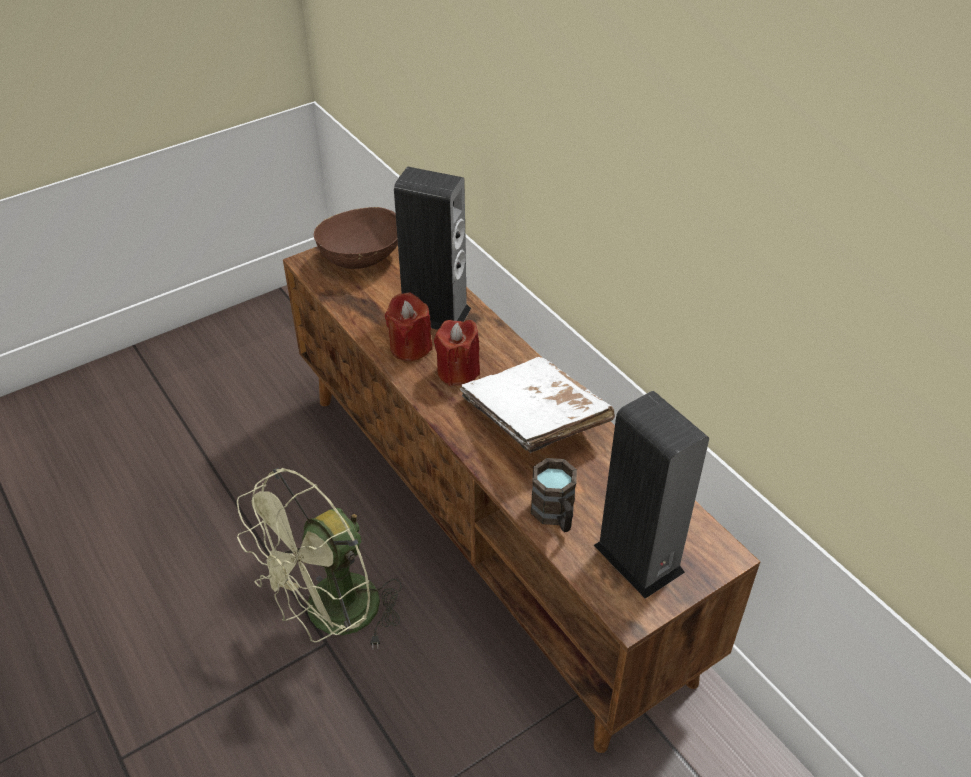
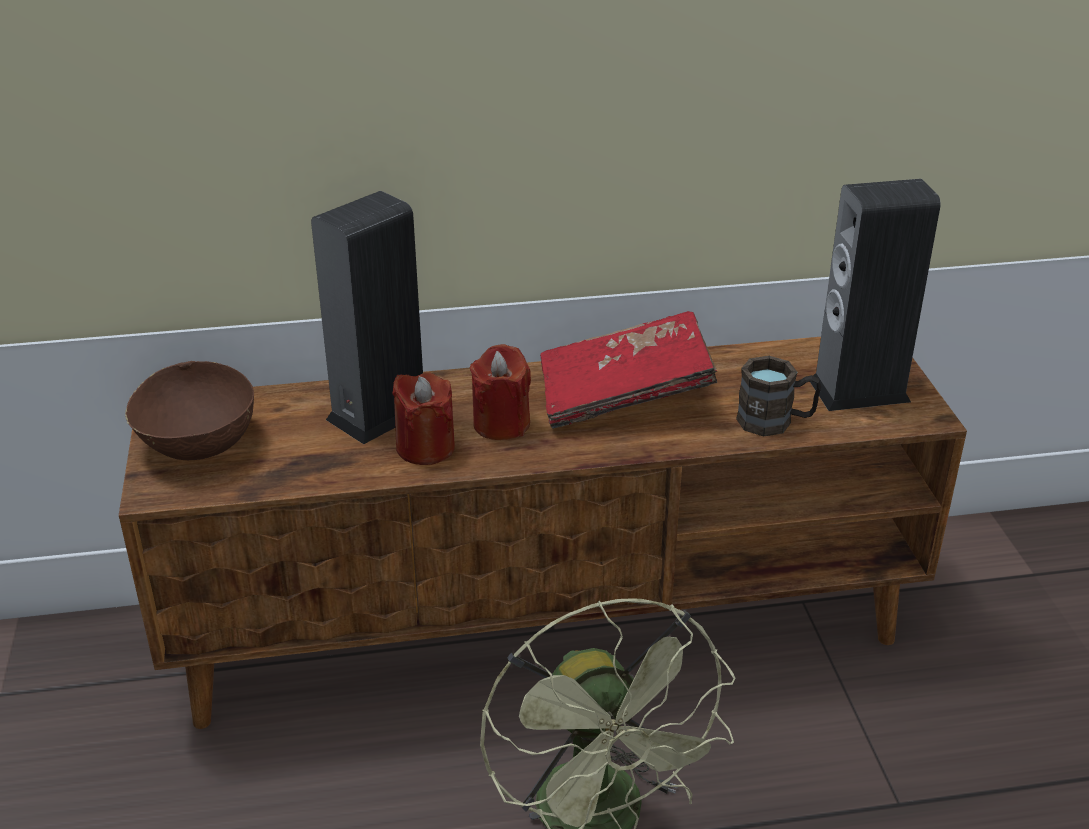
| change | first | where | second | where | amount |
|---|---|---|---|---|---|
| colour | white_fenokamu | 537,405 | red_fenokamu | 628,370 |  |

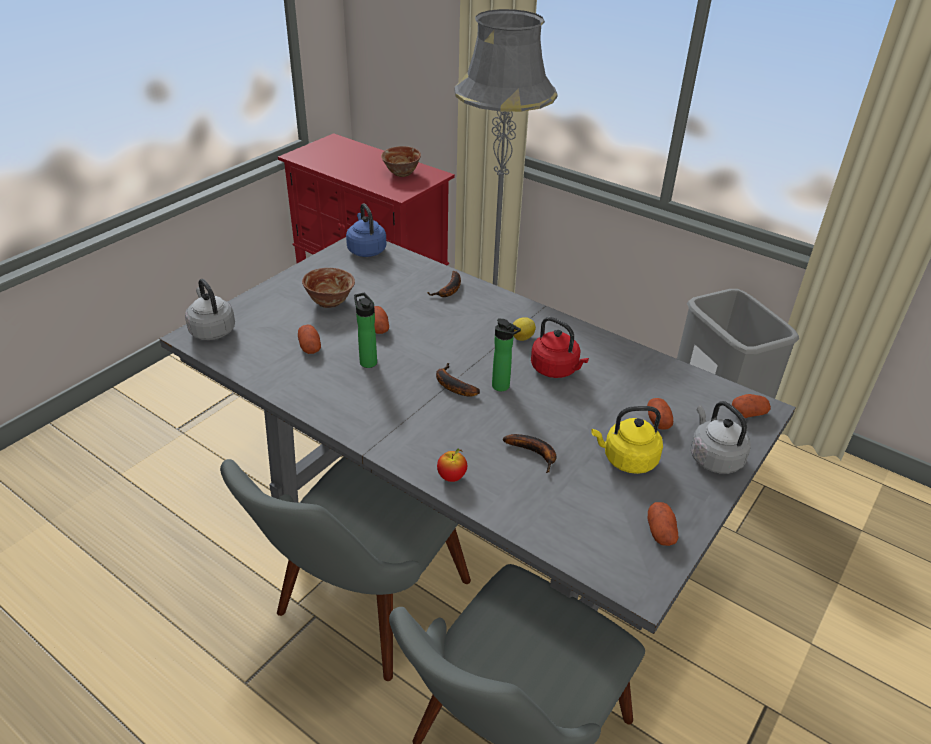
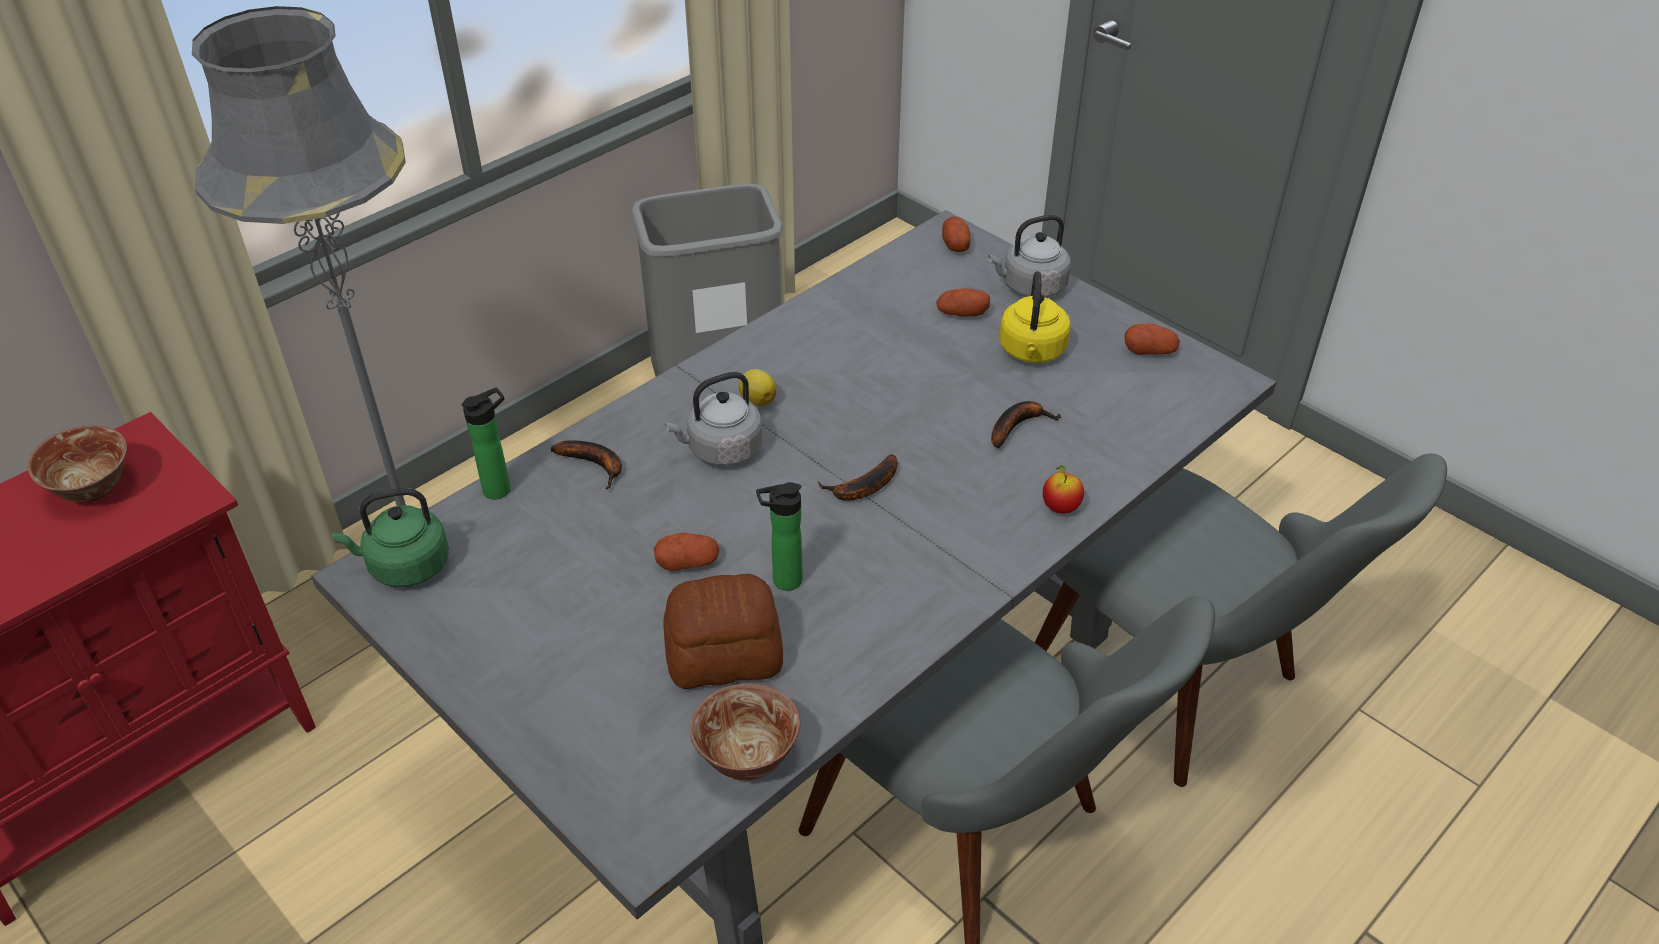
| change | first | where | second | where | amount |
|---|---|---|---|---|---|
| missing | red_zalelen | 560,347 |  |  |  |
| relocated | grey_zalelen | 210,309 |  | 714,419 |  |
| relocated | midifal | 328,288 |  | 745,731 |  |
| relocated | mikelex | 506,354 |  | 486,443 |  |
| exchanged | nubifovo | 309,339 | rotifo | 723,631 |  |
| colour | blue_zalelen | 366,230 | green_zalelen | 390,537 |  |

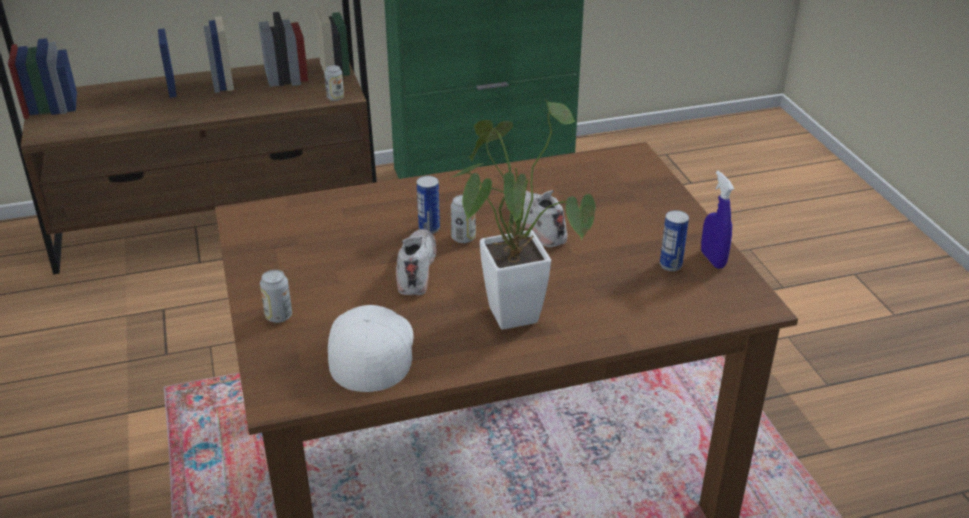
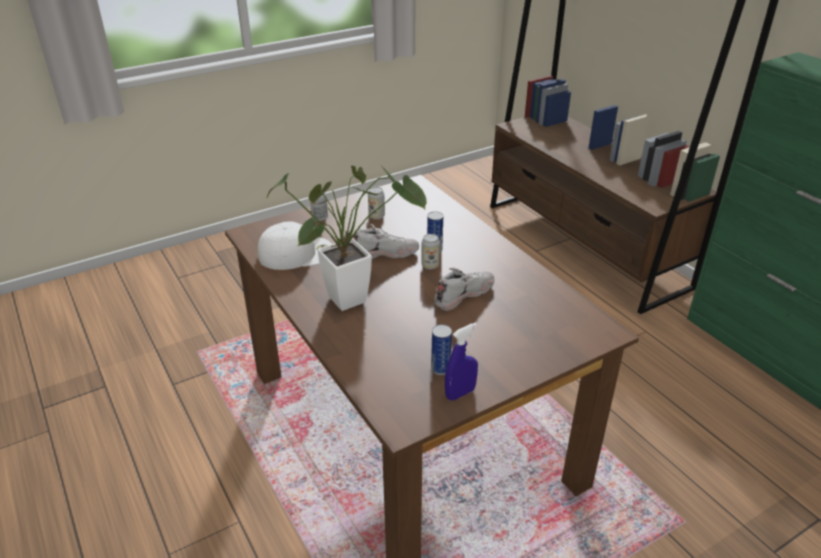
| change | first | where | second | where | amount |
|---|---|---|---|---|---|
| relocated | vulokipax | 334,83 |  | 376,203 |  |

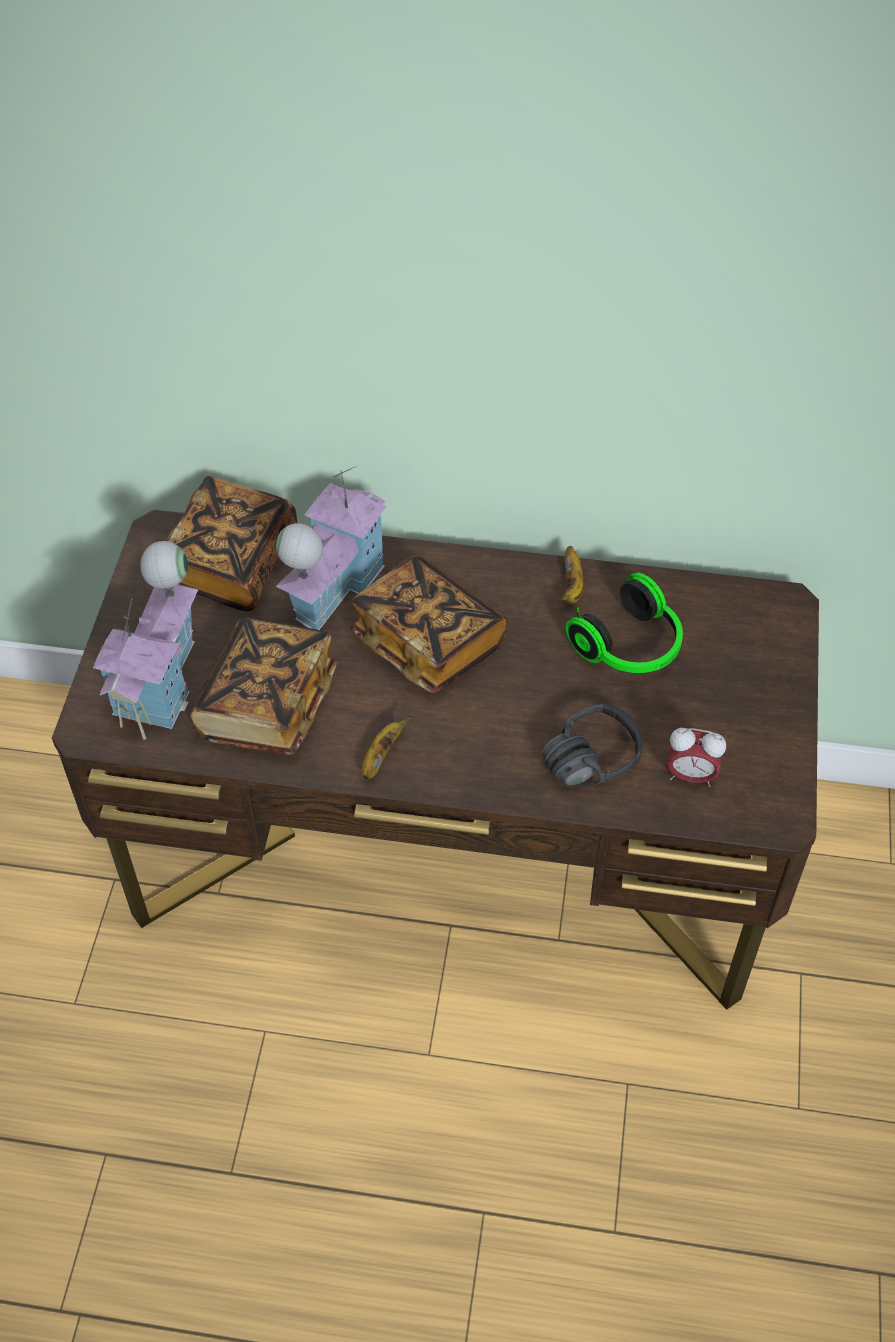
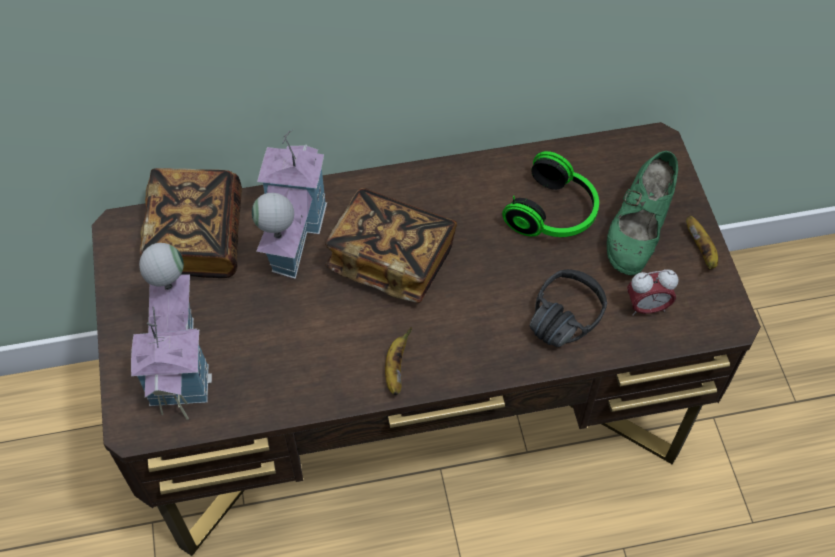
| change | first | where | second | where | amount |
|---|---|---|---|---|---|
| missing | fenokamu | 263,686 |  |  |  |
| appeared |  |  | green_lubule | 642,213 |  |
| relocated | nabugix | 570,575 |  | 702,243 |  |

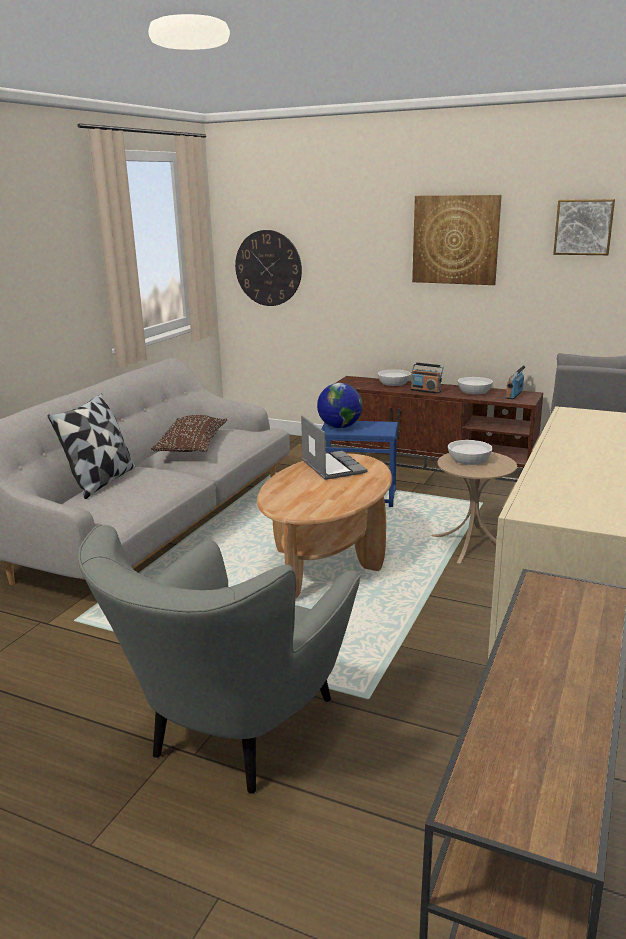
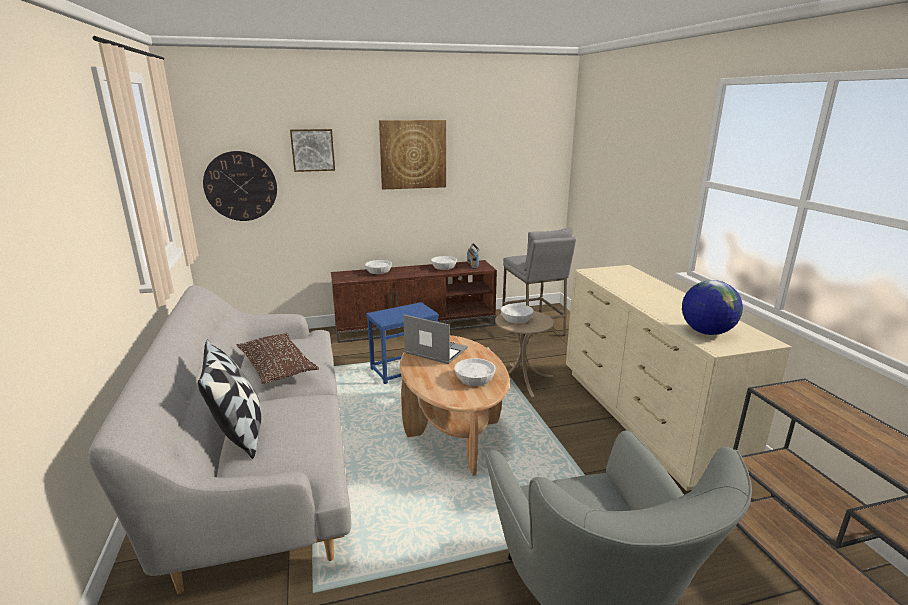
| change | first | where | second | where | amount |
|---|---|---|---|---|---|
| missing | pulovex | 427,378 |  |  |  |
| appeared |  |  | white_midifal | 475,372 |  |
| relocated | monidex | 340,405 |  | 712,307 |  |
| relocated | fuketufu | 584,227 |  | 312,150 |  |

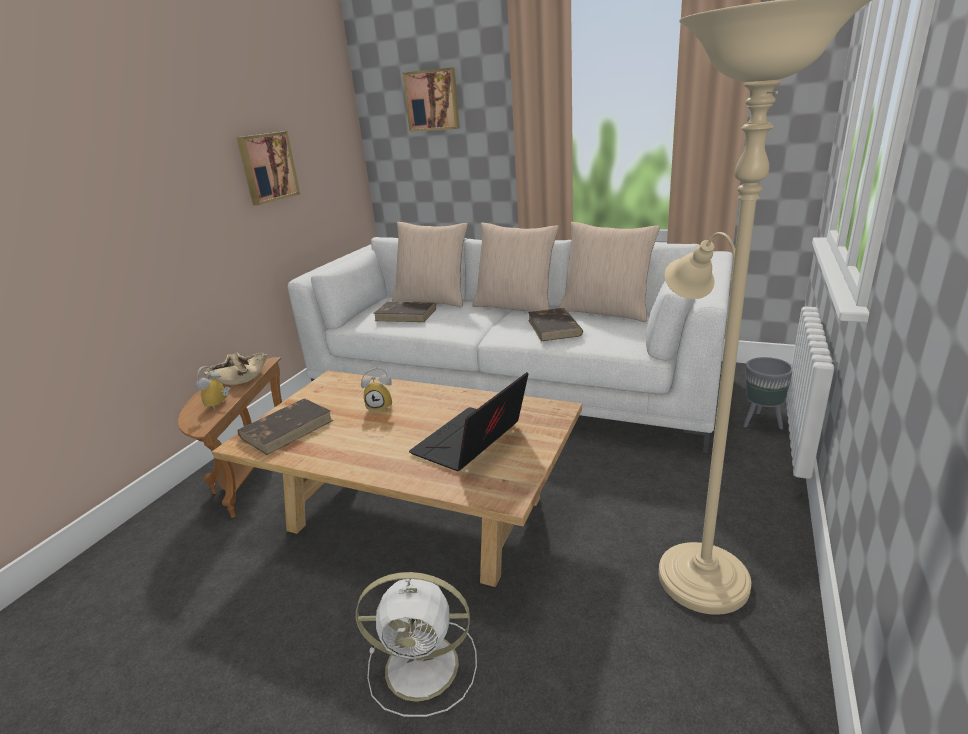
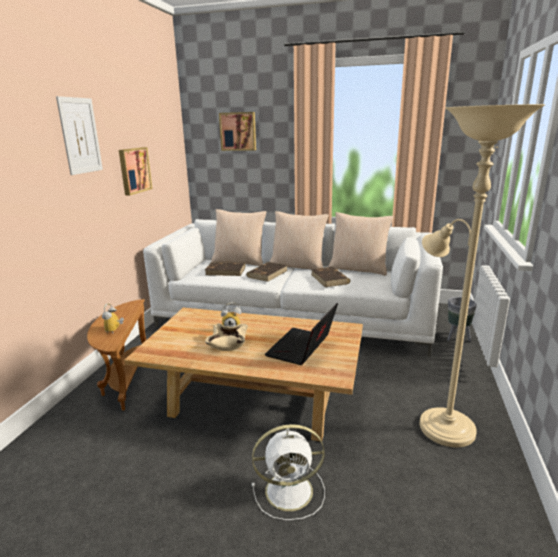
| change | first | where | second | where | amount |
|---|---|---|---|---|---|
| appeared |  |  | fuketufu | 79,135 |  |
| relocated | beige_midifal | 235,368 |  | 226,337 |  |
| relocated | brown_fenokamu | 285,426 |  | 267,272 |  |

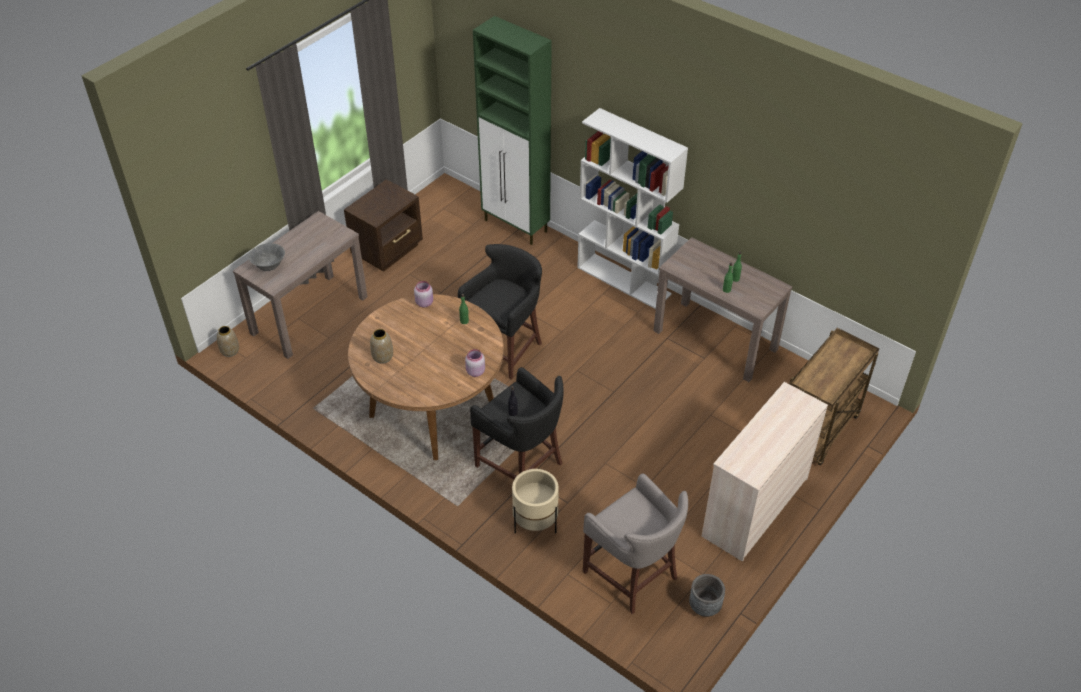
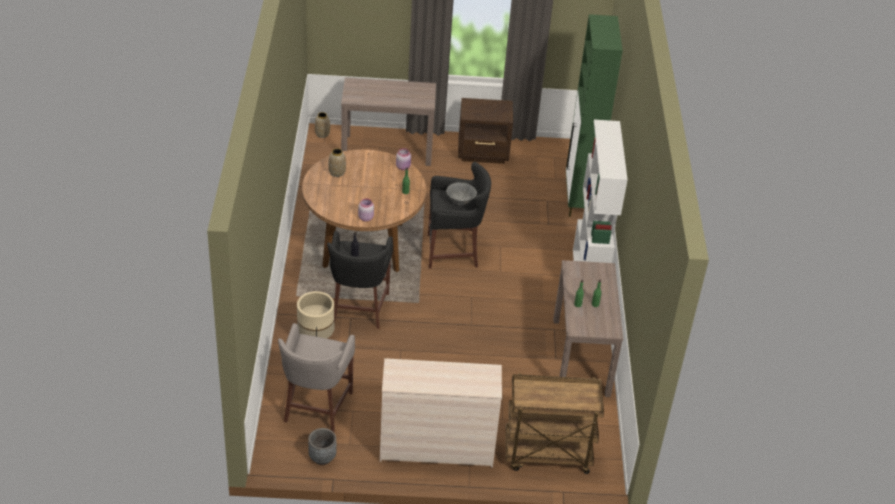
| change | first | where | second | where | amount |
|---|---|---|---|---|---|
| relocated | grey_midifal | 266,257 |  | 461,193 |  |

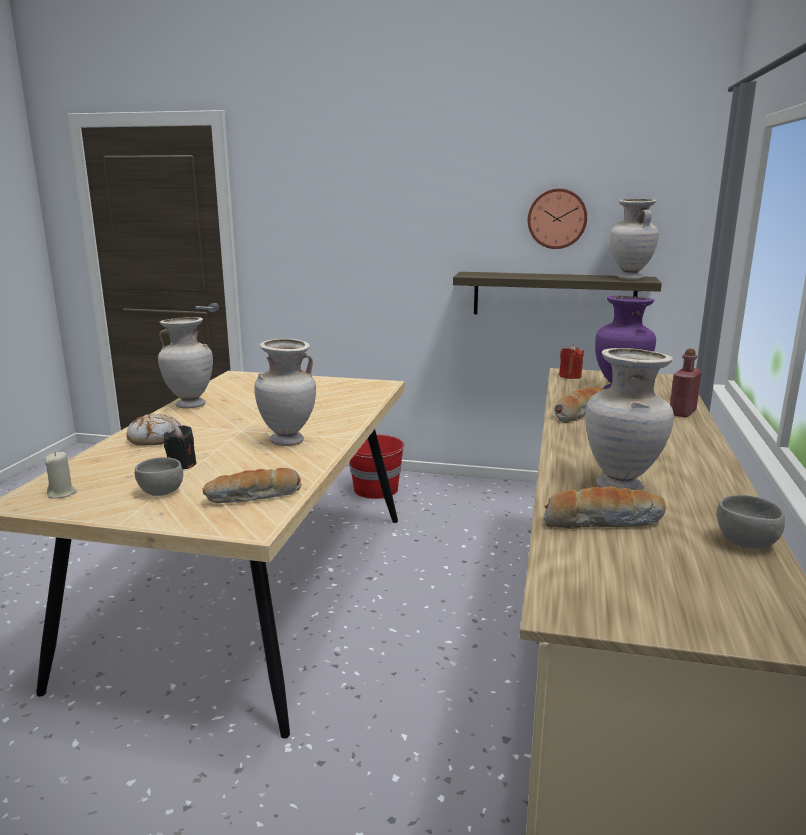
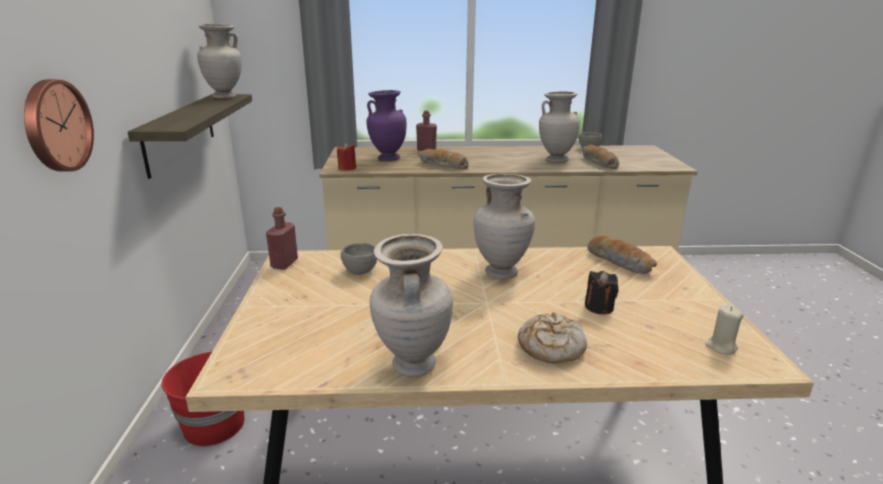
| change | first | where | second | where | amount |
|---|---|---|---|---|---|
| appeared |  |  | red_mikelex | 282,238 |  |
| relocated | grey_midifal | 159,476 |  | 359,259 |  |
| relocated | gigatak | 557,218 |  | 59,125 |  |

